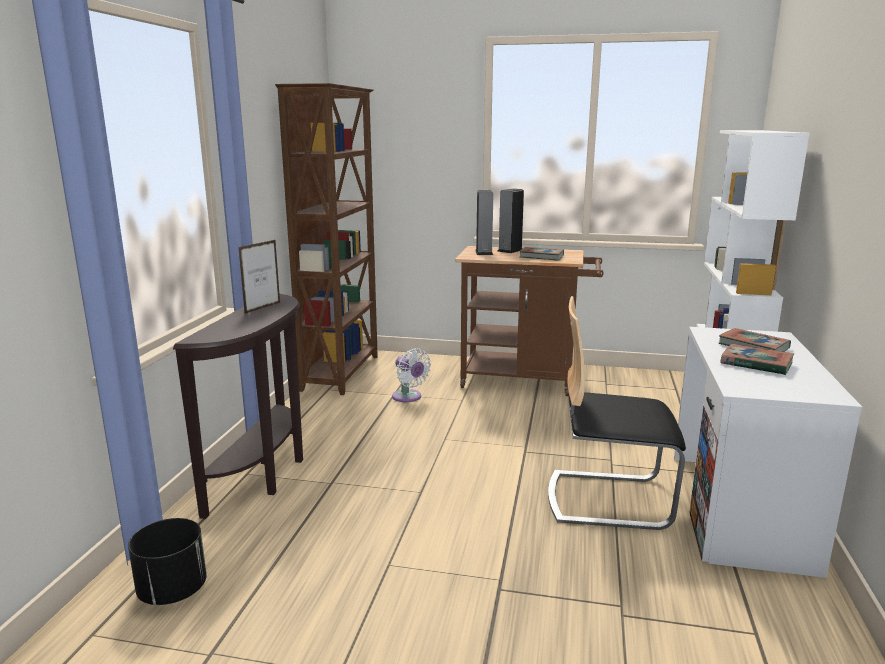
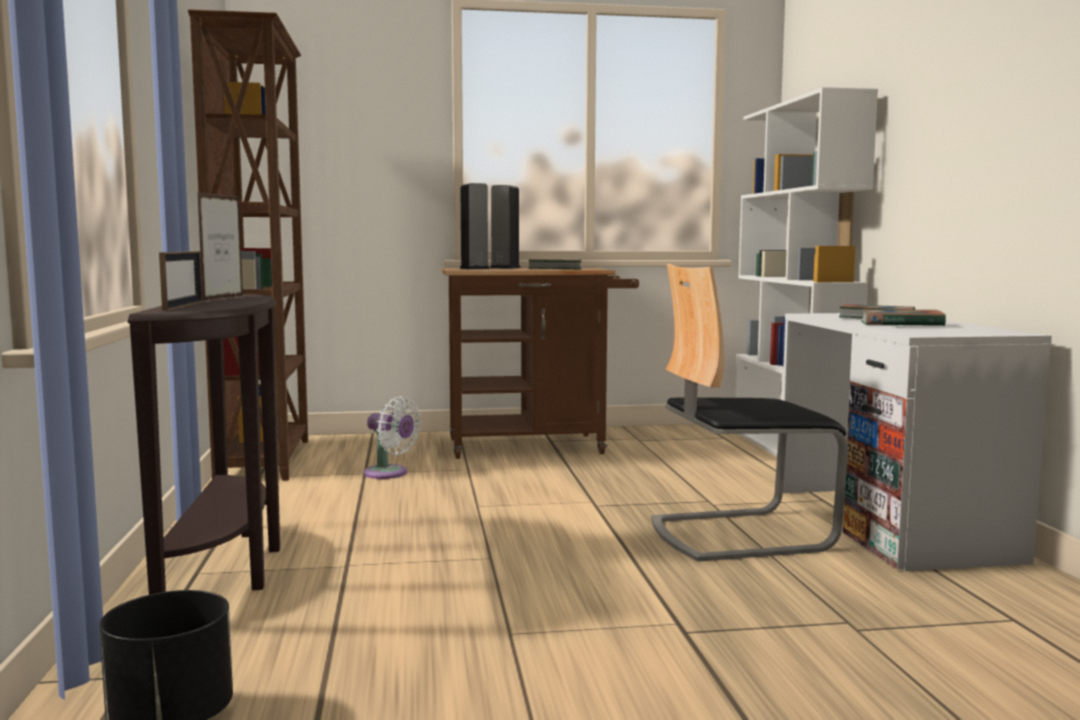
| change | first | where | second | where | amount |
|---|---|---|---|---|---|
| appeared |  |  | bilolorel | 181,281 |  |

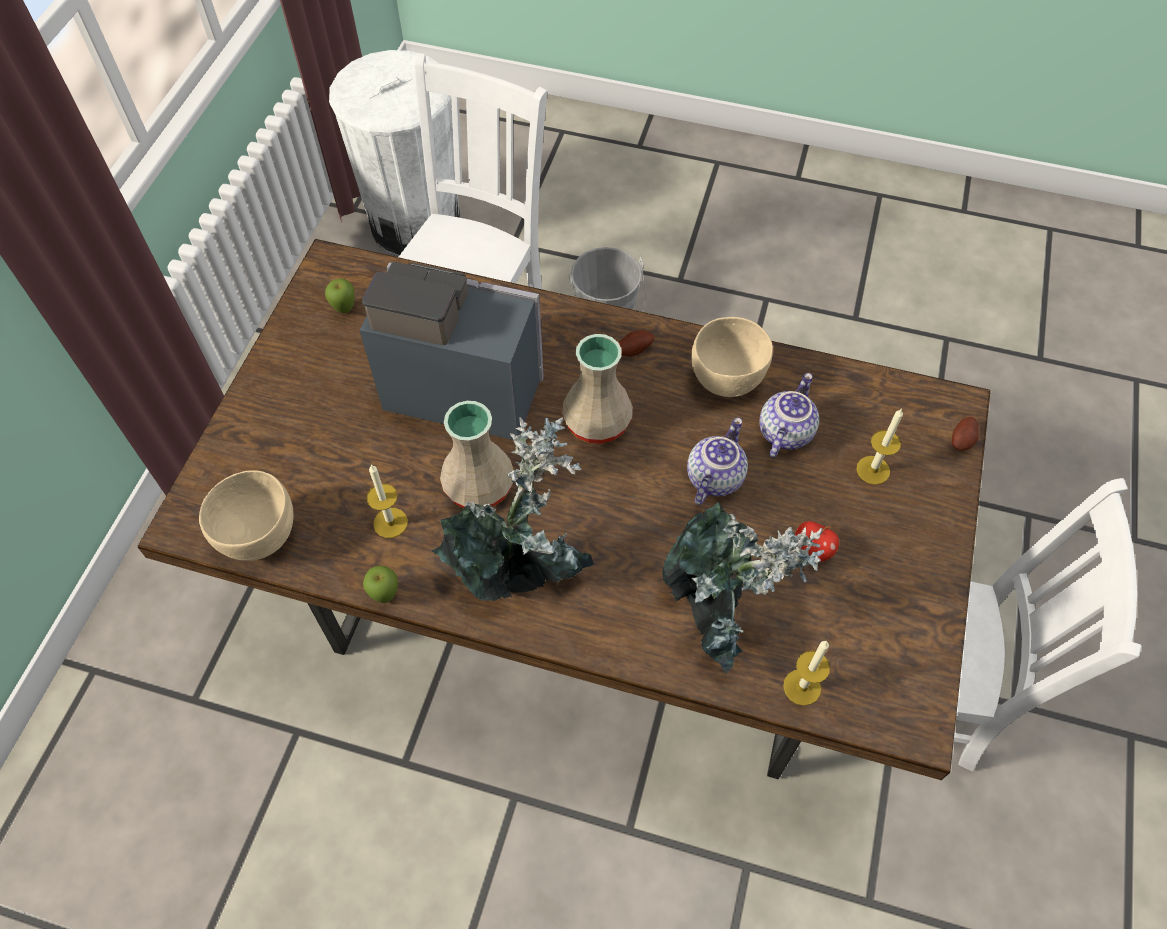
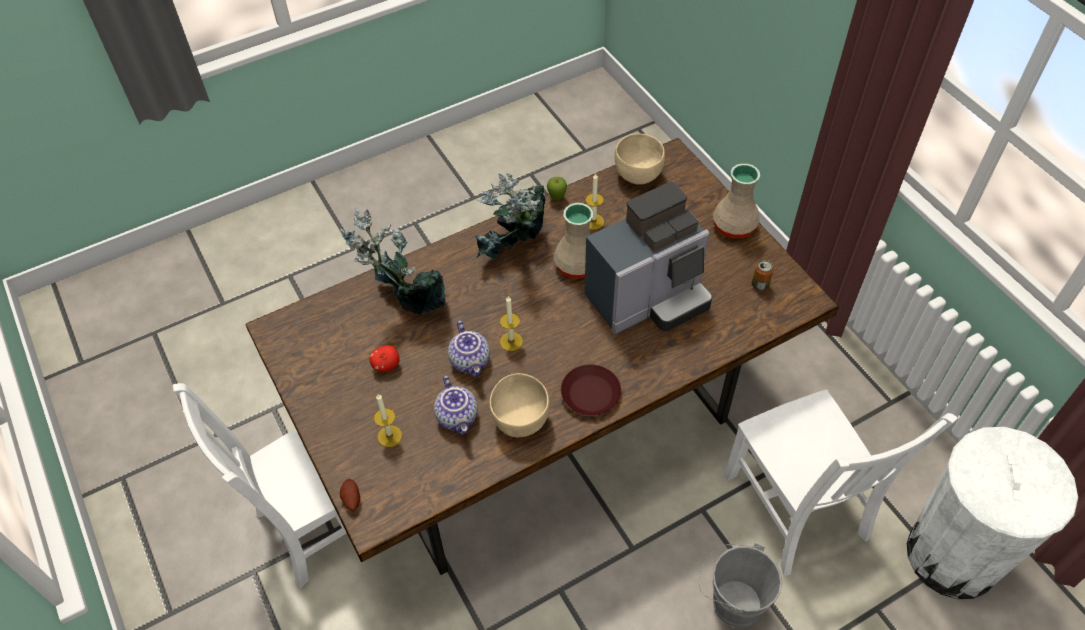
| change | first | where | second | where | amount |
|---|---|---|---|---|---|
| relocated | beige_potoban | 597,389 |  | 736,200 |  |
| relocated | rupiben | 806,673 |  | 511,323 |  |
| exchanged | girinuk | 340,295 | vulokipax | 763,275 |  |
| exchanged | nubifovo | 636,343 | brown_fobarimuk | 591,390 |  |

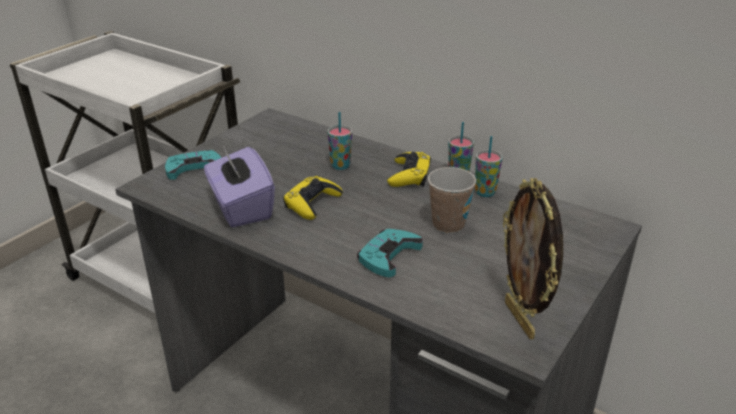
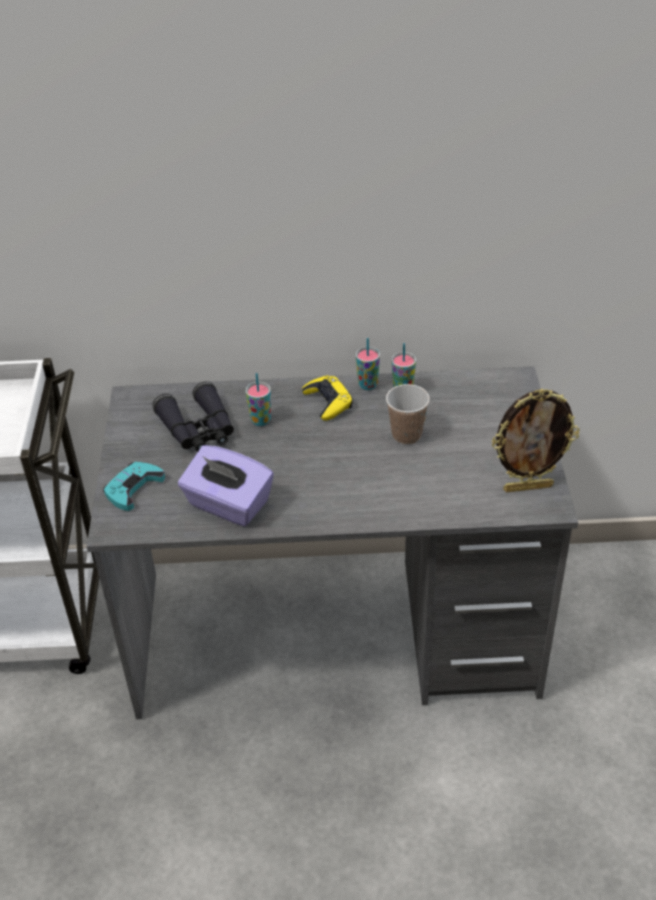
| change | first | where | second | where | amount |
|---|---|---|---|---|---|
| missing | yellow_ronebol | 313,198 |  |  |  |
| missing | turquoise_ronebol | 390,253 |  |  |  |
| appeared |  |  | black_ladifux | 193,416 |  |
| spun | bilolorel | 533,258 |  | 536,440 | 45 degrees counterclockwise |

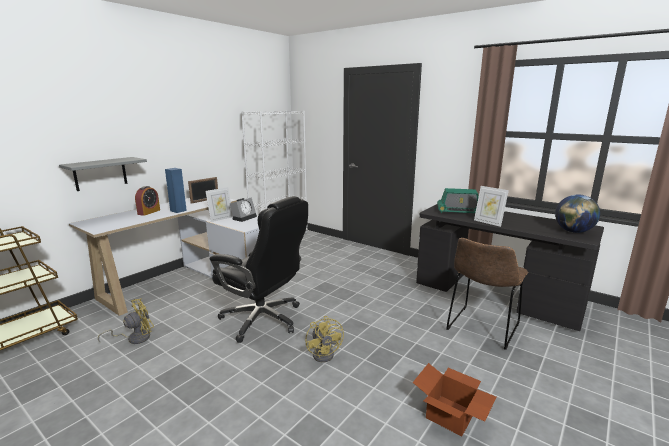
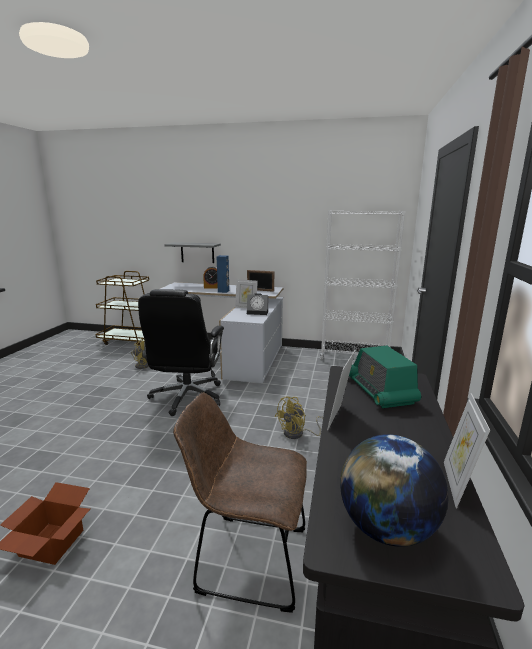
| change | first | where | second | where | amount |
|---|---|---|---|---|---|
| appeared |  |  | bilolorel | 467,451 |  |
| relocated | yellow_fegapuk | 324,339 |  | 299,418 |  |

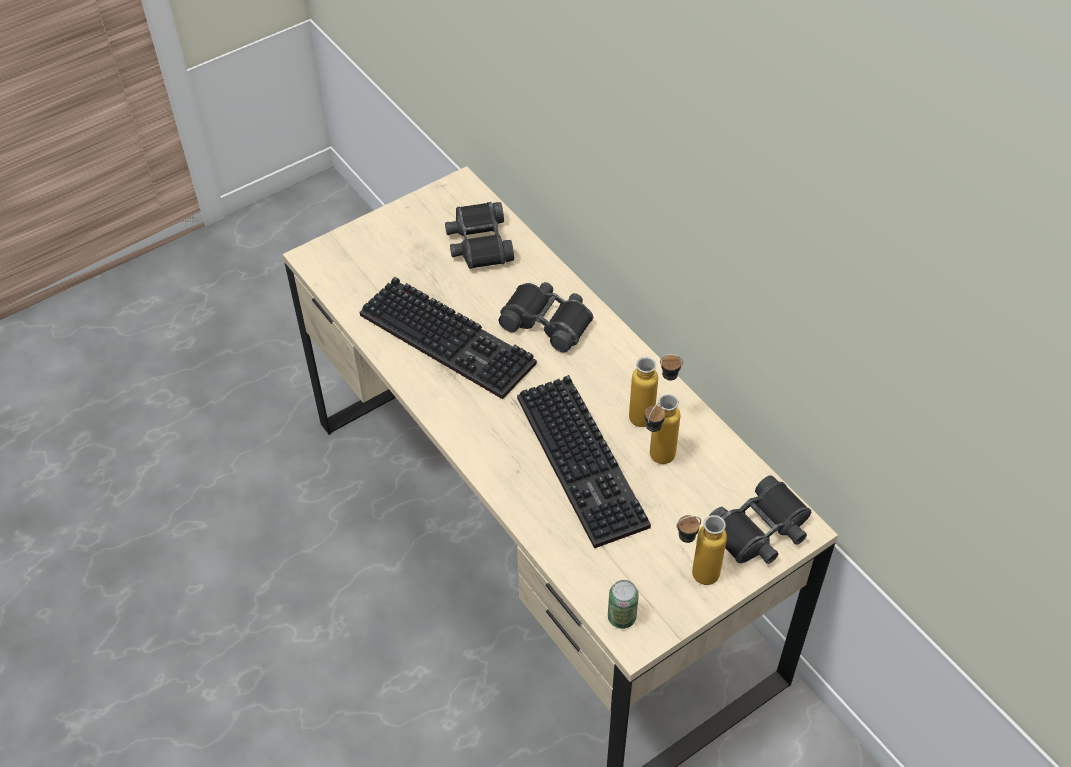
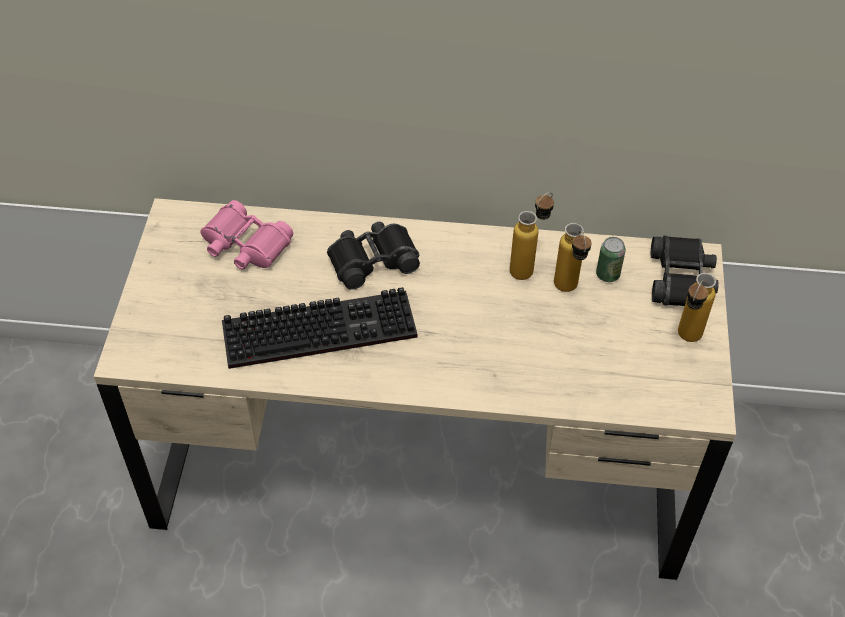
| change | first | where | second | where | amount |
|---|---|---|---|---|---|
| missing | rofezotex | 584,462 |  |  |  |
| relocated | vulokipax | 623,604 |  | 611,259 |  |
| colour | black_ladifux | 479,235 | pink_ladifux | 247,234 |  |

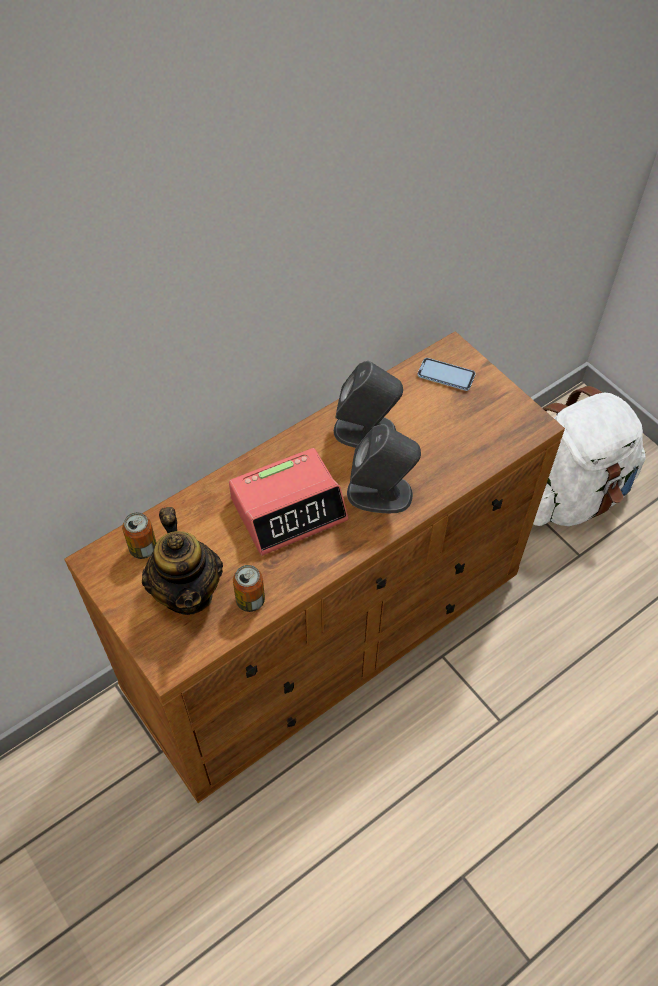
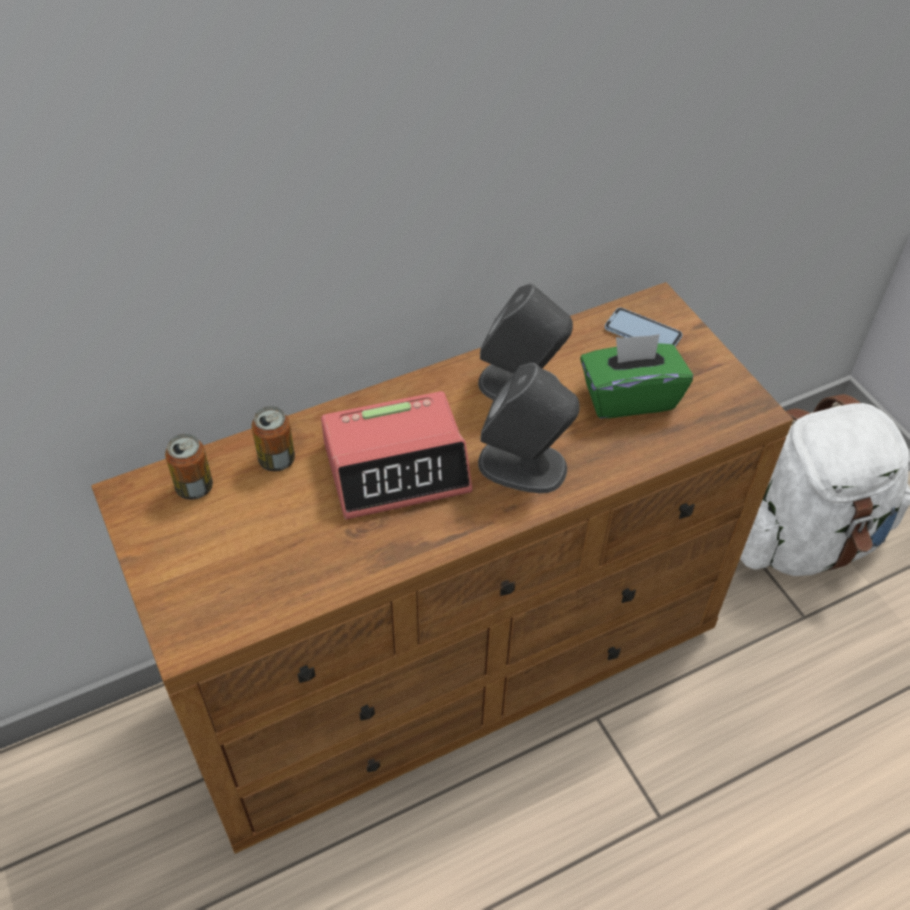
| change | first | where | second | where | amount |
|---|---|---|---|---|---|
| missing | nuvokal | 182,561 |  |  |  |
| appeared |  |  | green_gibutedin | 636,376 |  |
| relocated | vulokipax | 249,588 |  | 273,439 |  |

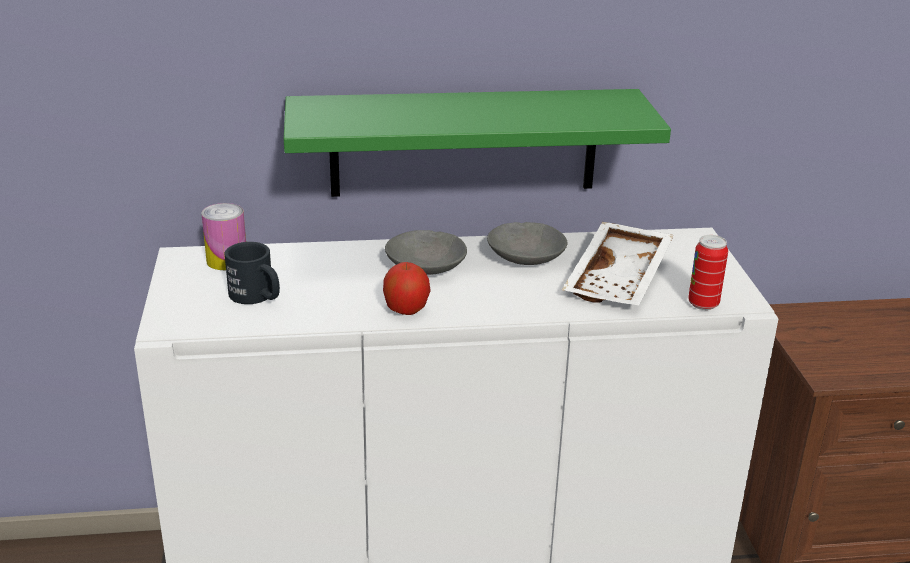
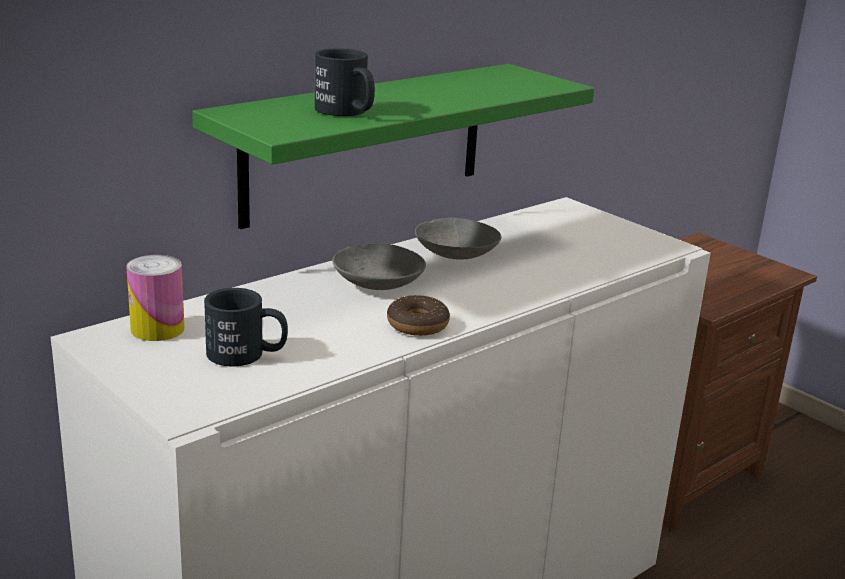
| change | first | where | second | where | amount |
|---|---|---|---|---|---|
| missing | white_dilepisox | 618,264 |  |  |  |
| missing | vulokipax | 708,272 |  |  |  |
| appeared |  |  | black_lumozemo | 345,82 |  |
| exchanged | girinuk | 407,288 | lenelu | 418,315 |  |

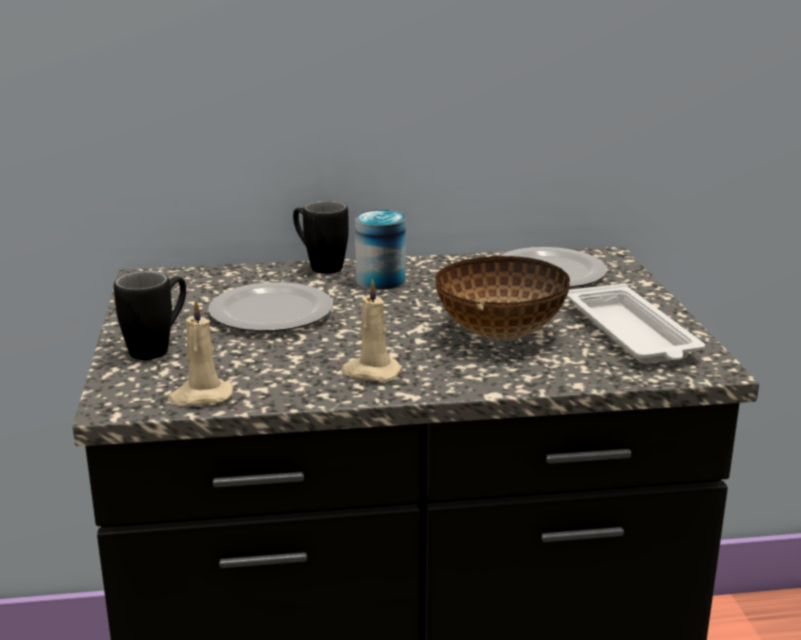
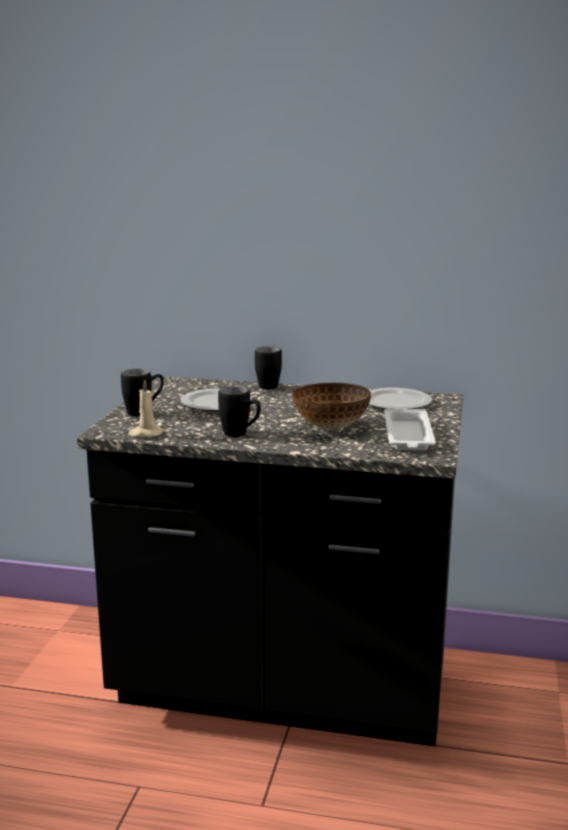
| change | first | where | second | where | amount |
|---|---|---|---|---|---|
| missing | vulokipax | 380,250 |  |  |  |
| exchanged | beige_rupiben | 371,330 | black_lumozemo | 239,411 |  |

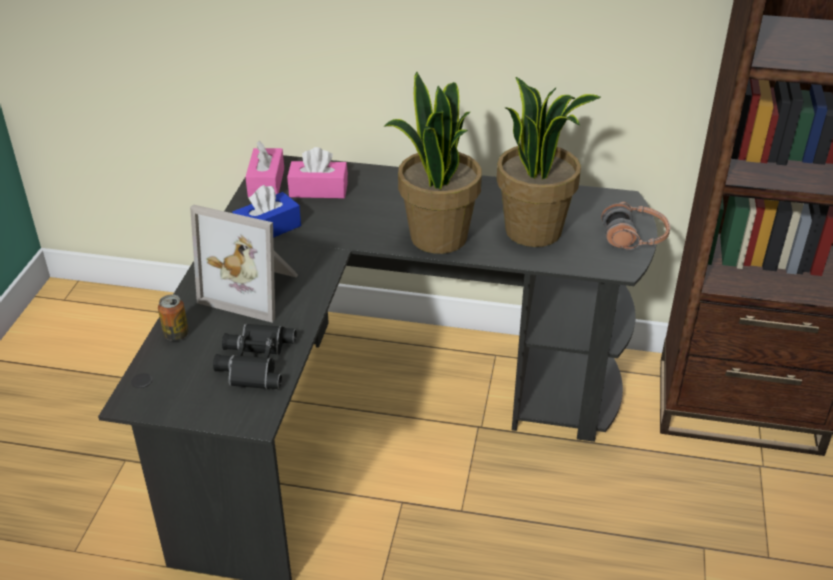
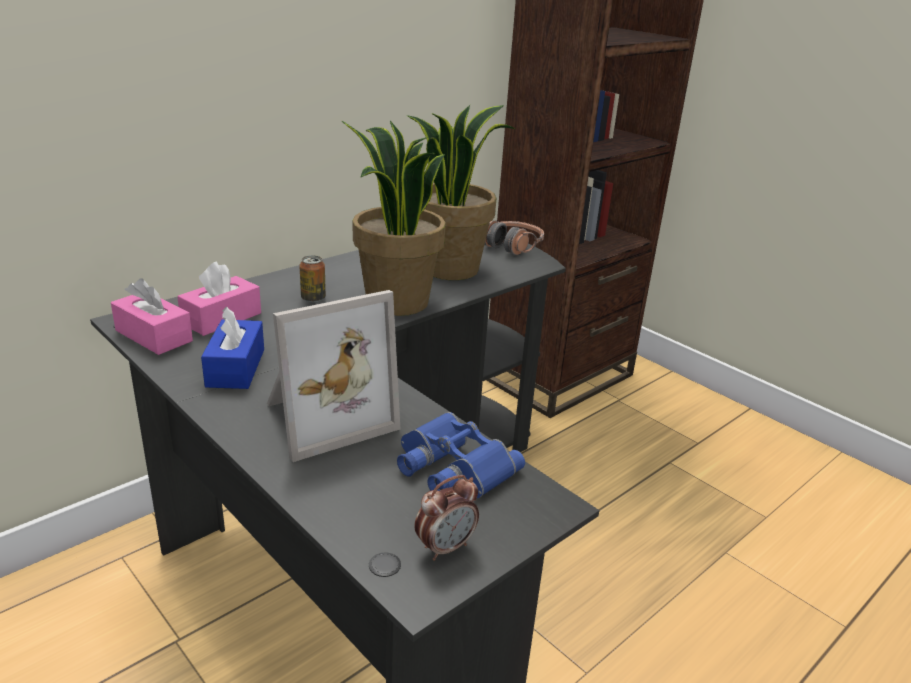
| change | first | where | second | where | amount |
|---|---|---|---|---|---|
| appeared |  |  | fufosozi | 447,518 |  |
| relocated | vulokipax | 173,318 |  | 313,278 |  |
| colour | black_ladifux | 255,356 | blue_ladifux | 461,455 |  |

